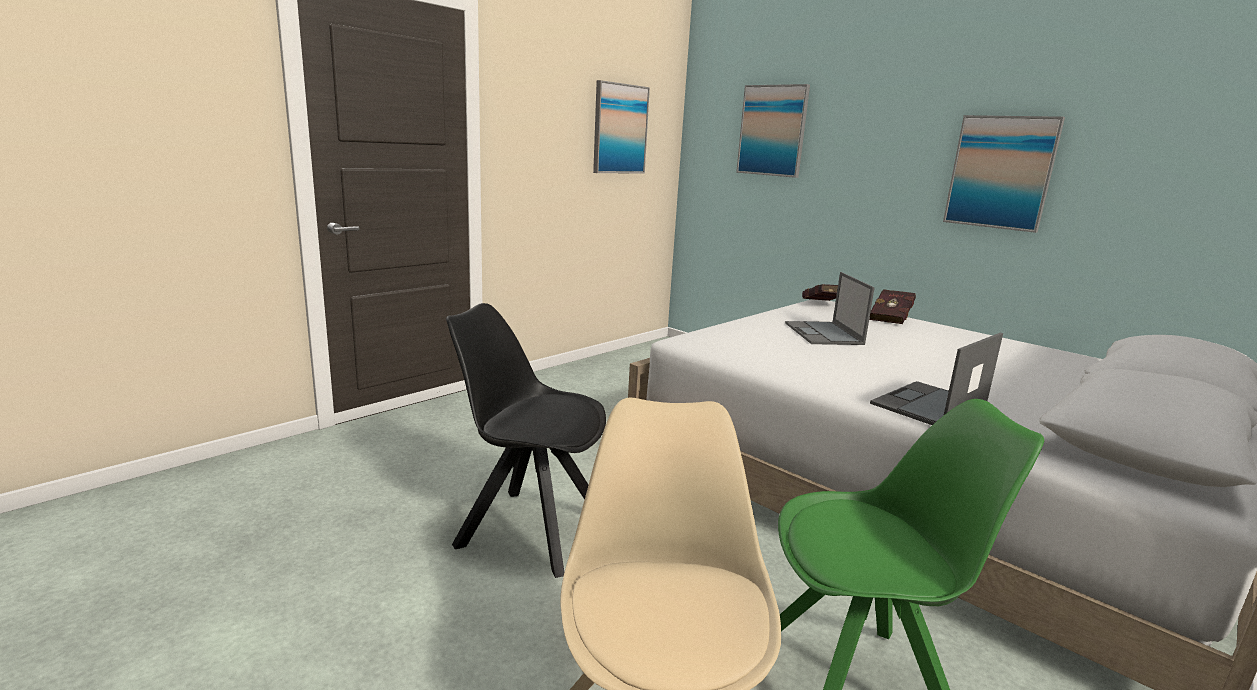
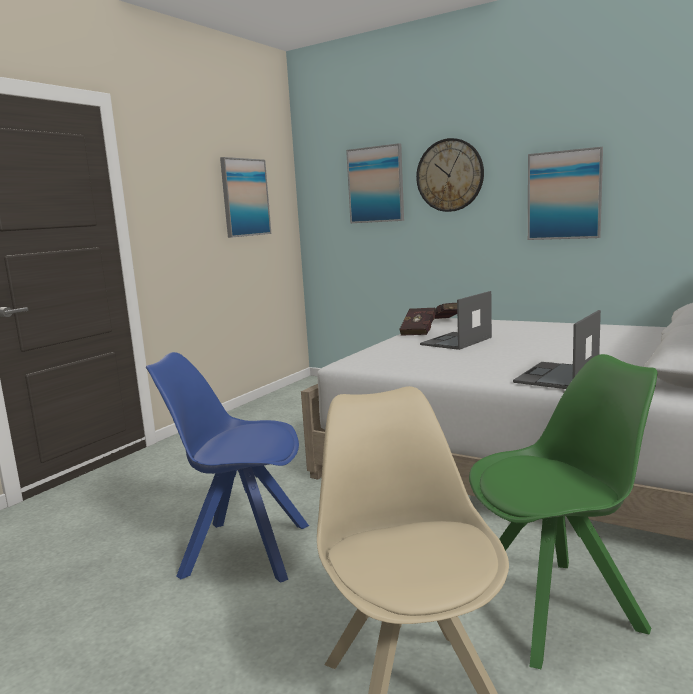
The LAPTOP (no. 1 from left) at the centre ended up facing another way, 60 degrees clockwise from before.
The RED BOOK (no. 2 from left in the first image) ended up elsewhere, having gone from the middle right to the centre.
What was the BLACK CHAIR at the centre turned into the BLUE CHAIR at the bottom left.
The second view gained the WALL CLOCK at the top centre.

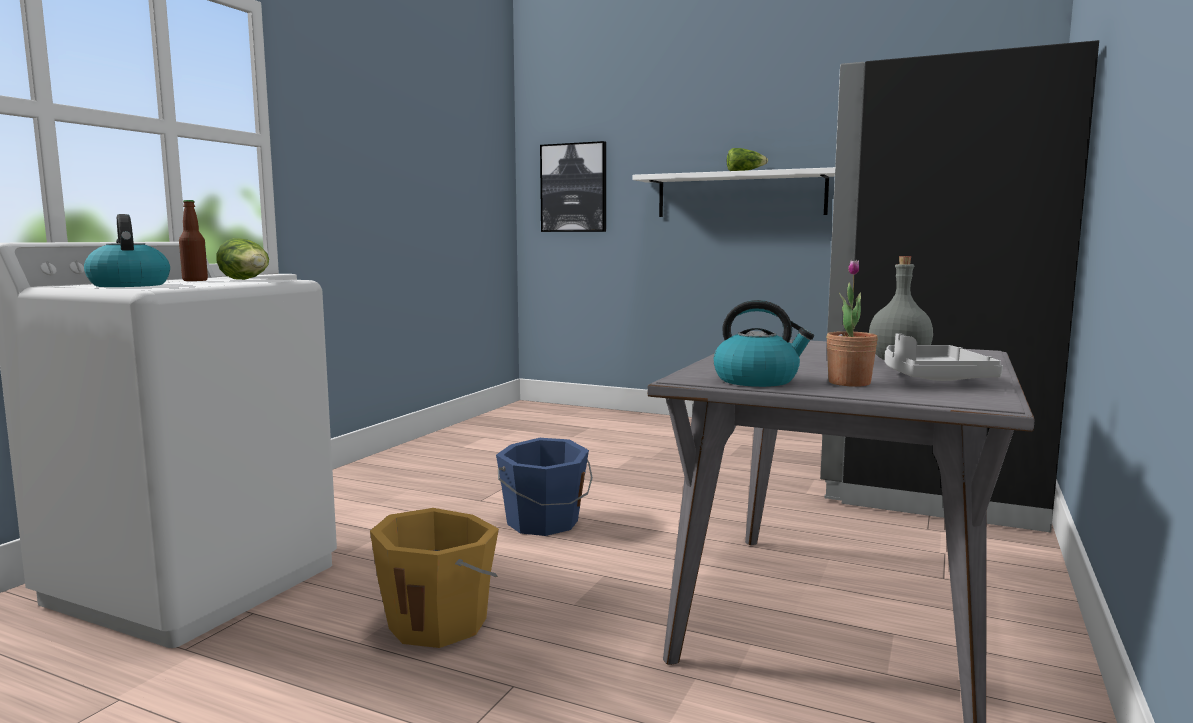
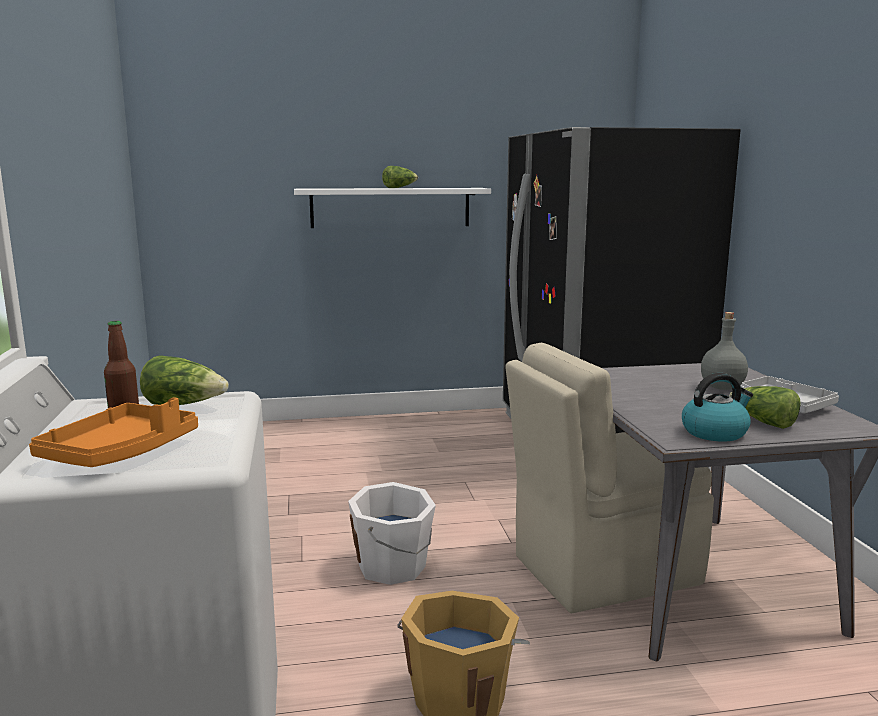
The second view lost the PICTURE at the top centre.
Where the KETTLE (no. 1 from left) stood at the middle left, the ORANGE TRAY came to stand at the middle left.
Where the POTTED PLANT stood at the middle right, the LETTUCE (no. 3 from left) came to stand at the middle right.
What was the BLUE BUCKET at the bottom centre turned into the WHITE BUCKET at the bottom centre.
The second view gained the BEIGE CHAIR at the middle right.

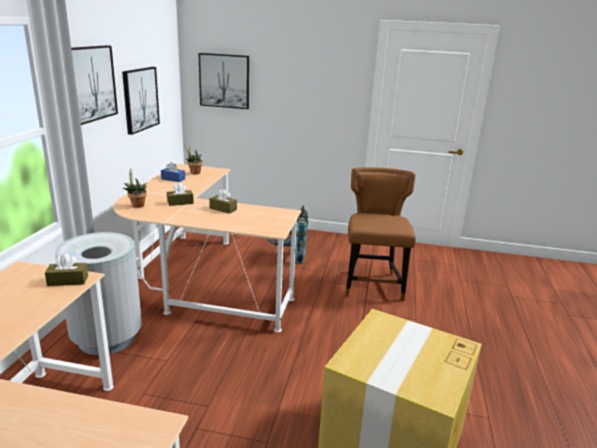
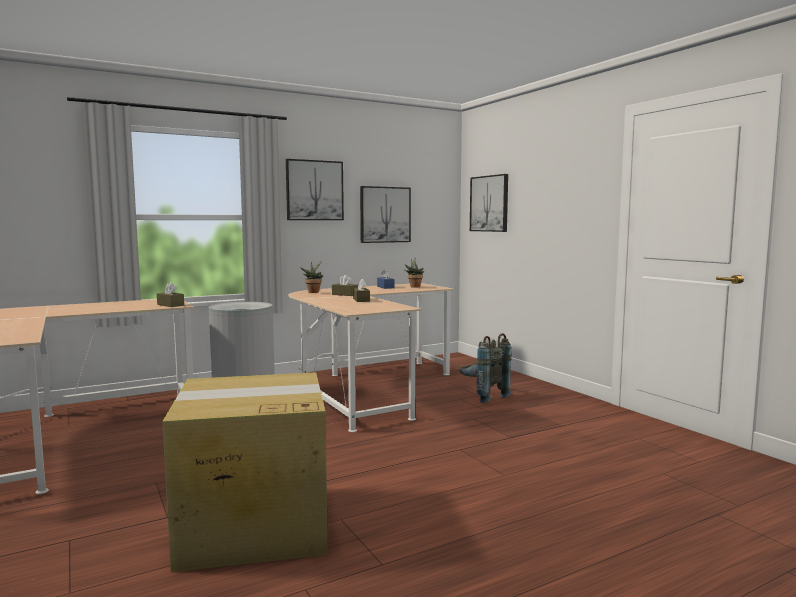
The second view lost the BROWN CHAIR at the centre.

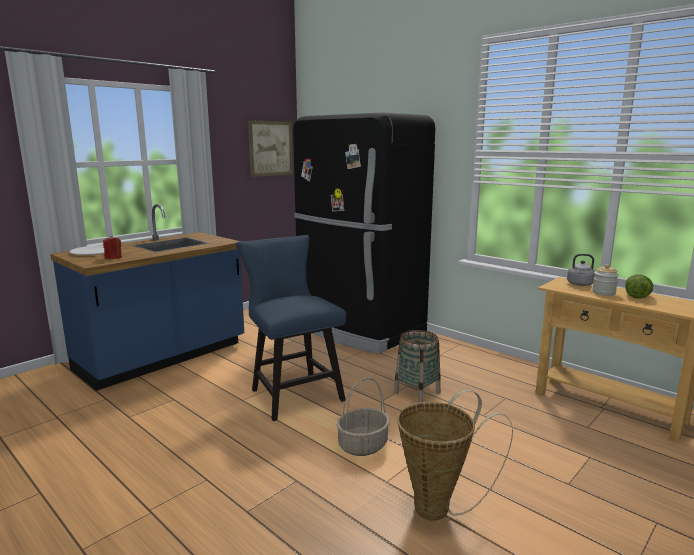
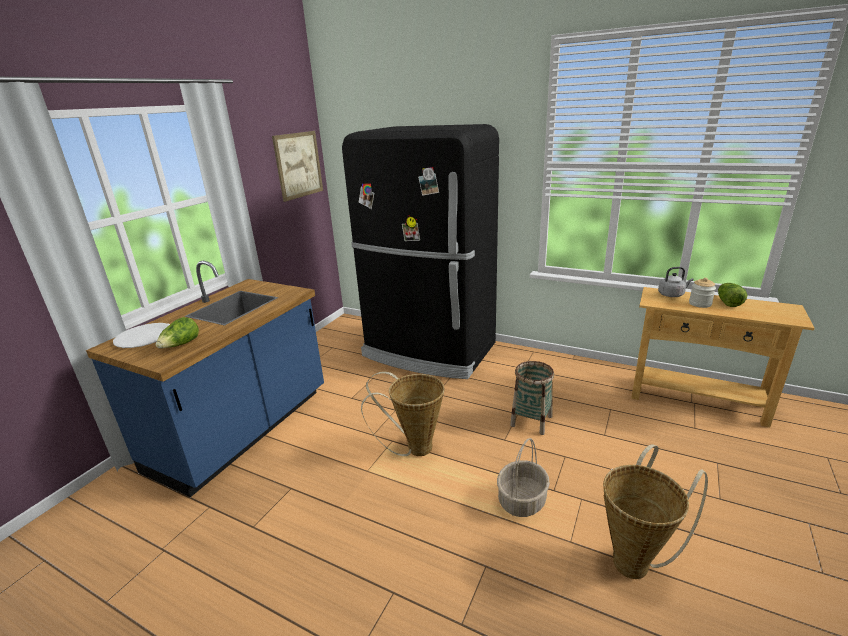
Where the BLUE CHAIR stood at the centre, the BASKET (no. 1 from left) came to stand at the centre.
Where the RED CANDLE stood at the middle left, the LETTUCE (no. 1 from left) came to stand at the middle left.

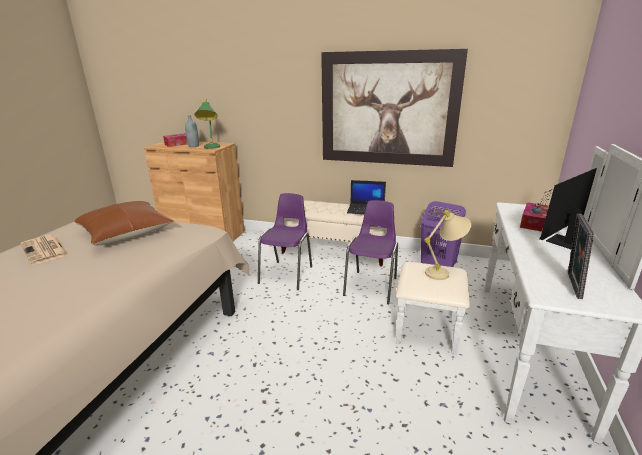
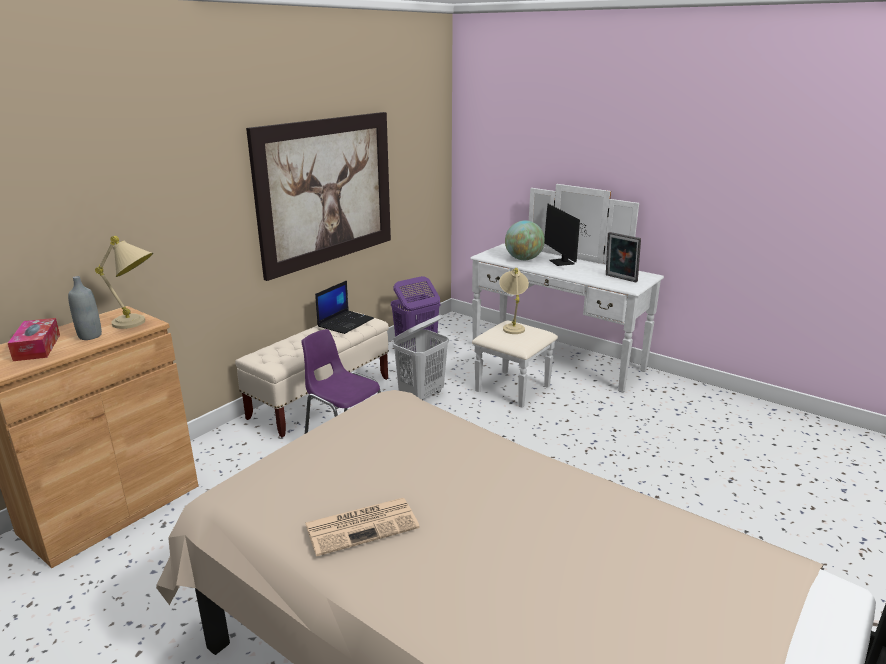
What was the GREEN TABLE LAMP at the top left turned into the BEIGE TABLE LAMP (no. 1 from left) at the middle left.
Where the PURPLE CHAIR (no. 2 from left) stood at the centre, the WHITE LAUNDRY BASKET came to stand at the centre.
The second view lost the BROWN PILLOW at the middle left.
Where the TISSUE BOX (no. 2 from left) stood at the middle right, the GLOBE came to stand at the centre.

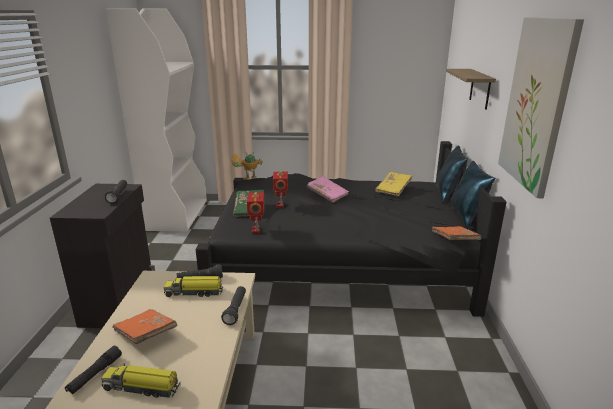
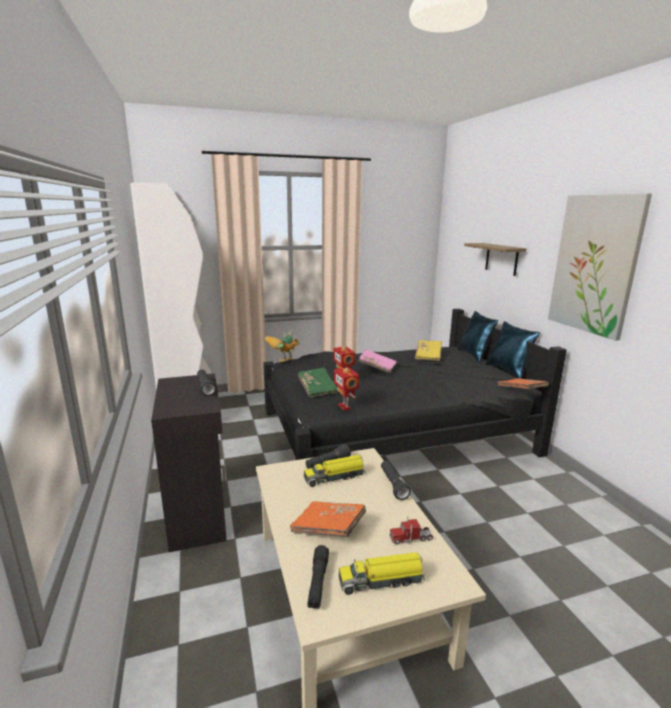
The second view gained the TOY TRUCK (no. 3 from left) at the bottom centre.

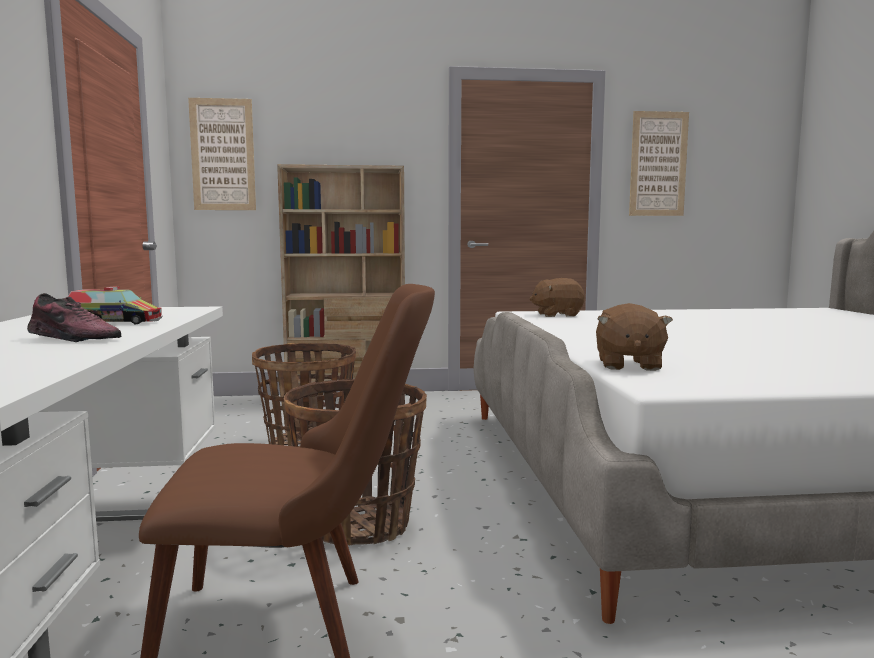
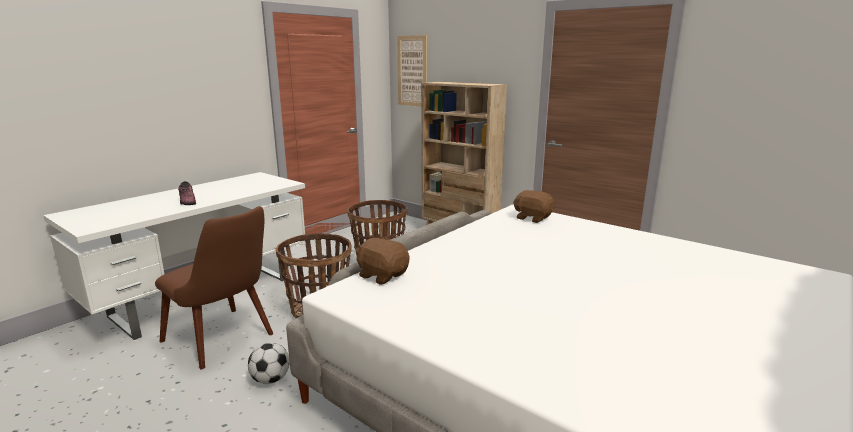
The second view lost the PICTURE (no. 2 from left) at the top right.
The second view lost the TOY TRUCK at the middle left.
The BROWN PLUSH TOY (no. 2 from left in the first image) at the middle right ended up facing another way, 75 degrees clockwise from before.
The second view gained the FOOTBALL at the bottom left.

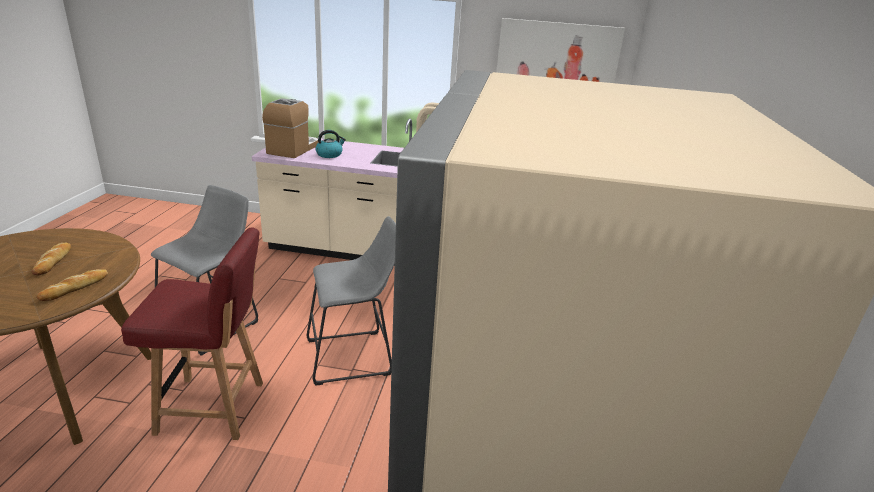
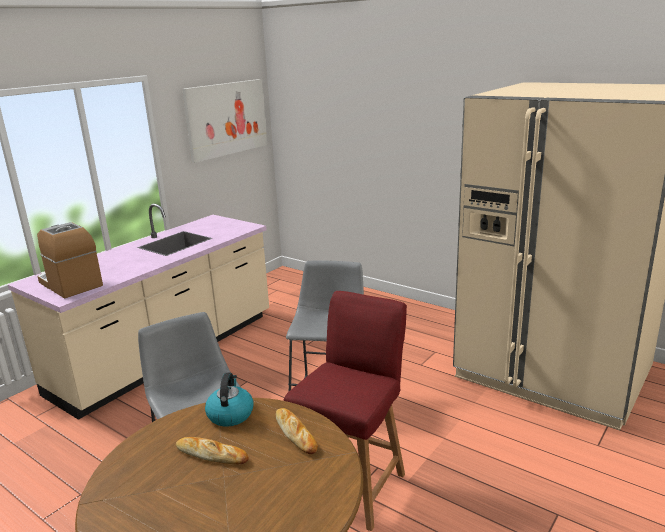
The KETTLE ended up elsewhere, having gone from the top centre to the bottom centre.

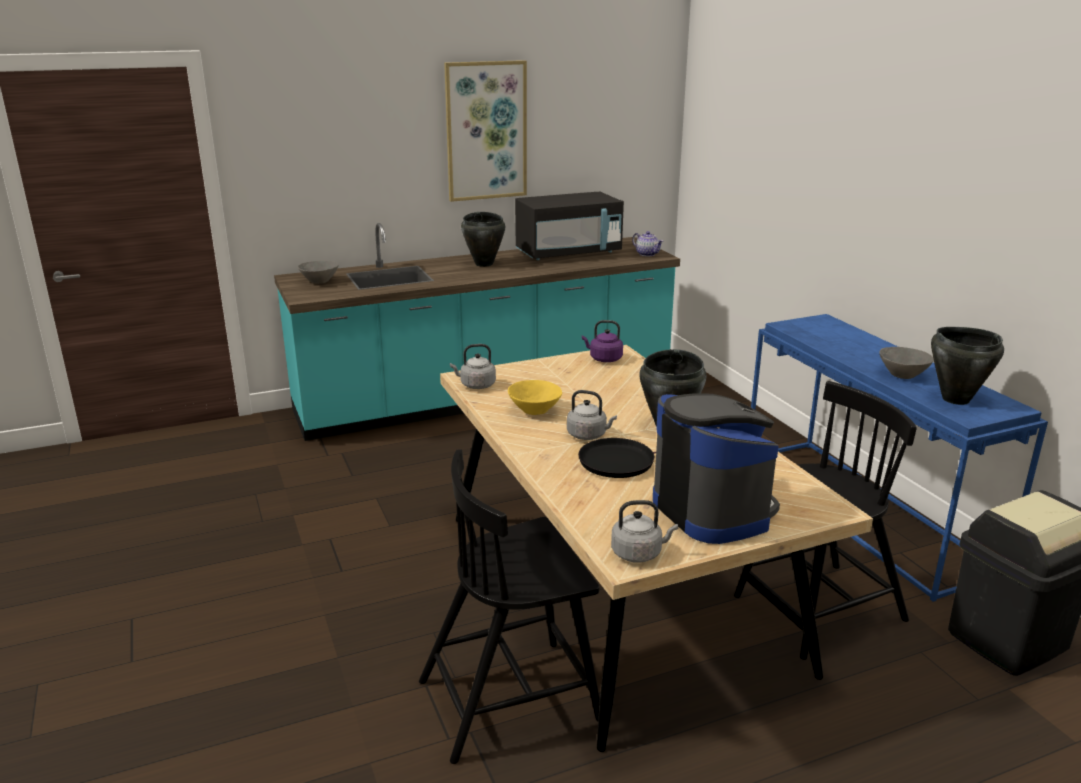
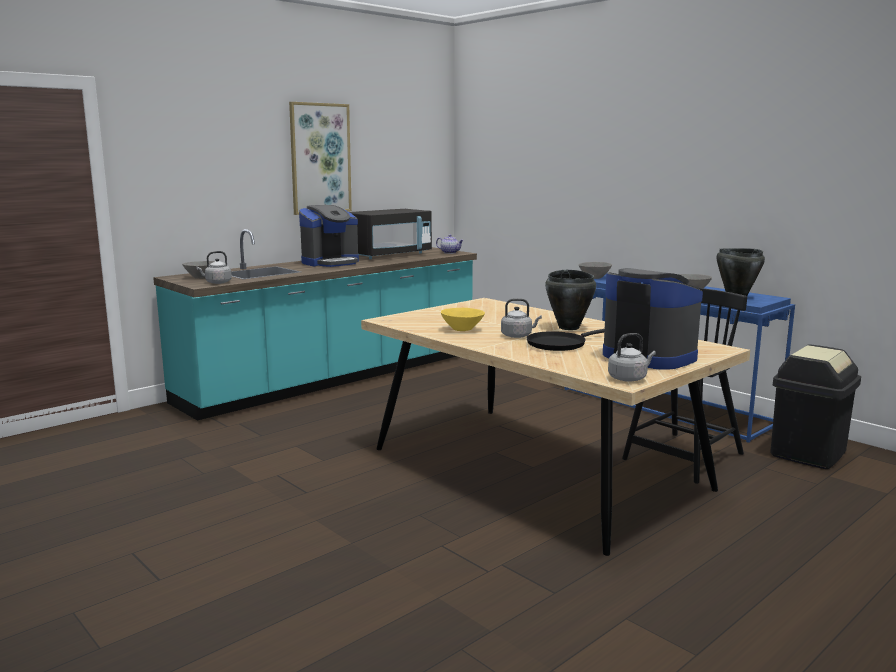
Where the BLACK COOKING POT (no. 1 from left) stood at the top centre, the COFFEE MACHINE (no. 1 from left) came to stand at the centre.
The second view lost the PURPLE KETTLE at the centre.
The GREY KETTLE (no. 1 from left) ended up elsewhere, having gone from the centre to the middle left.
The second view lost the BLACK CHAIR (no. 1 from left) at the bottom centre.
The second view gained the GREY BOWL (no. 2 from left) at the centre.

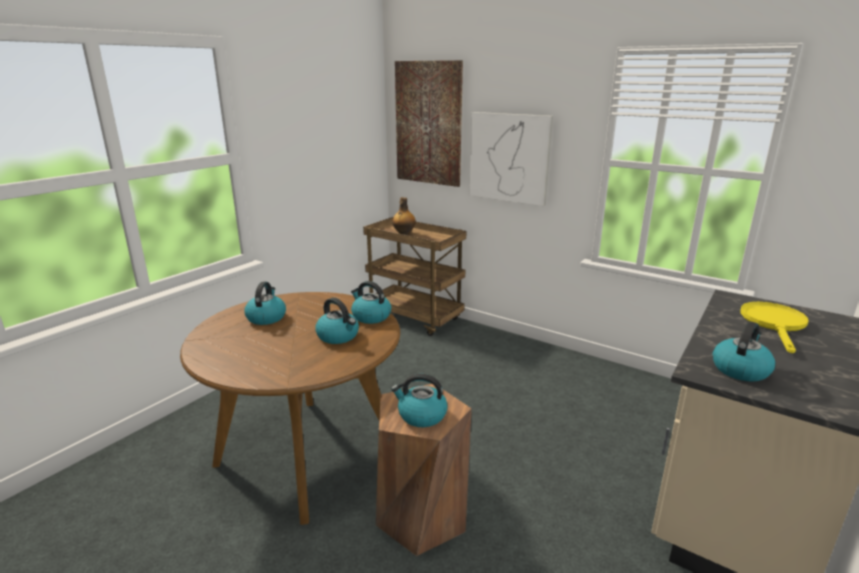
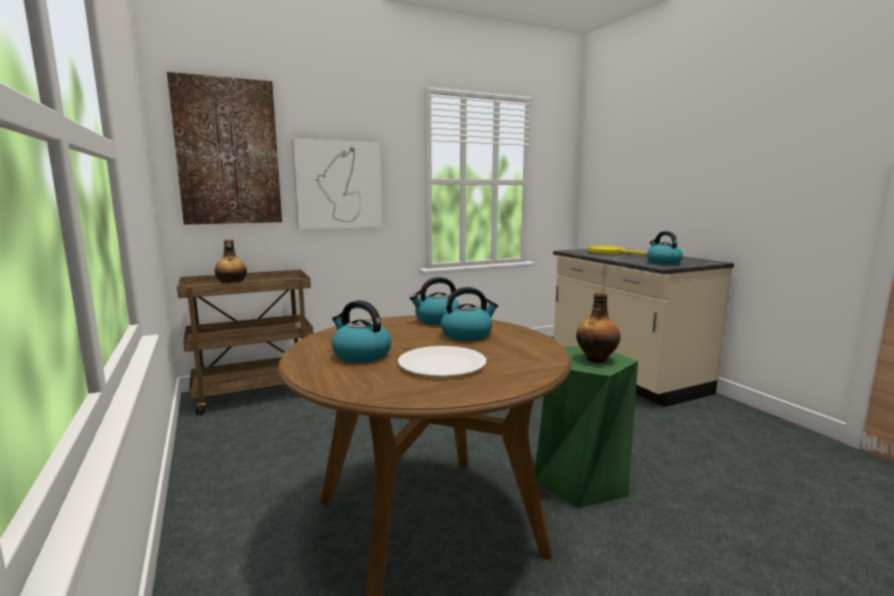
Where the KETTLE (no. 4 from left) stood at the bottom centre, the BOTTLE (no. 2 from left) came to stand at the middle right.
What was the BROWN STOOL at the bottom centre turned into the GREEN STOOL at the bottom centre.
The second view gained the WHITE PLATE at the centre.

